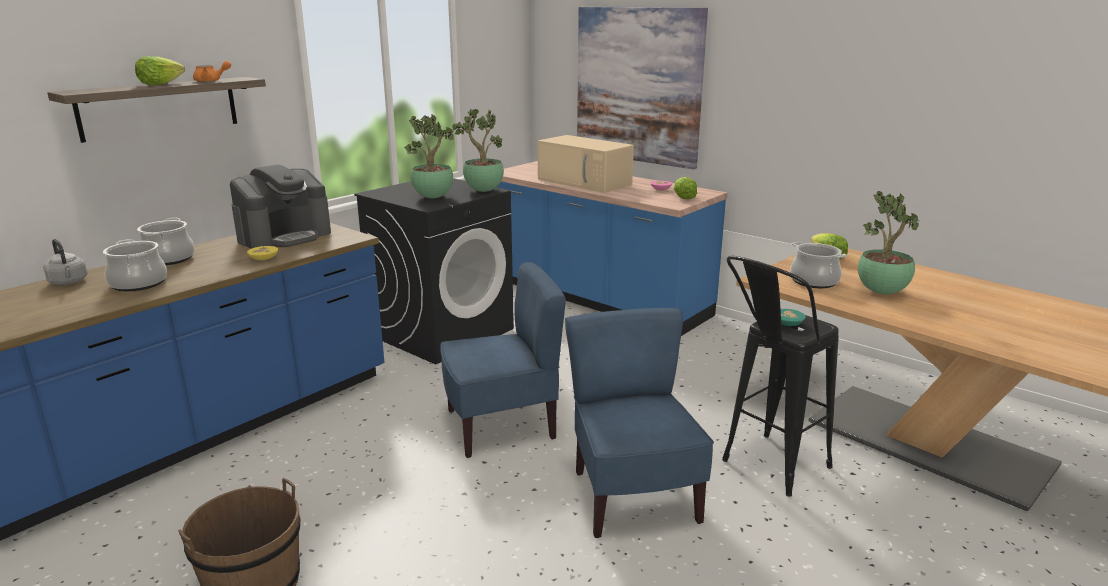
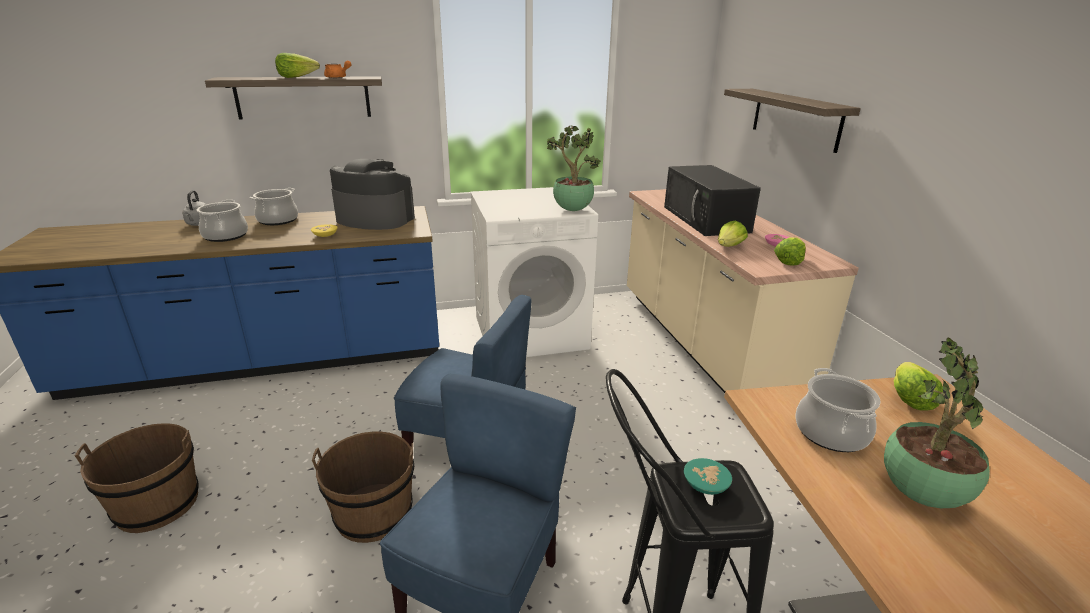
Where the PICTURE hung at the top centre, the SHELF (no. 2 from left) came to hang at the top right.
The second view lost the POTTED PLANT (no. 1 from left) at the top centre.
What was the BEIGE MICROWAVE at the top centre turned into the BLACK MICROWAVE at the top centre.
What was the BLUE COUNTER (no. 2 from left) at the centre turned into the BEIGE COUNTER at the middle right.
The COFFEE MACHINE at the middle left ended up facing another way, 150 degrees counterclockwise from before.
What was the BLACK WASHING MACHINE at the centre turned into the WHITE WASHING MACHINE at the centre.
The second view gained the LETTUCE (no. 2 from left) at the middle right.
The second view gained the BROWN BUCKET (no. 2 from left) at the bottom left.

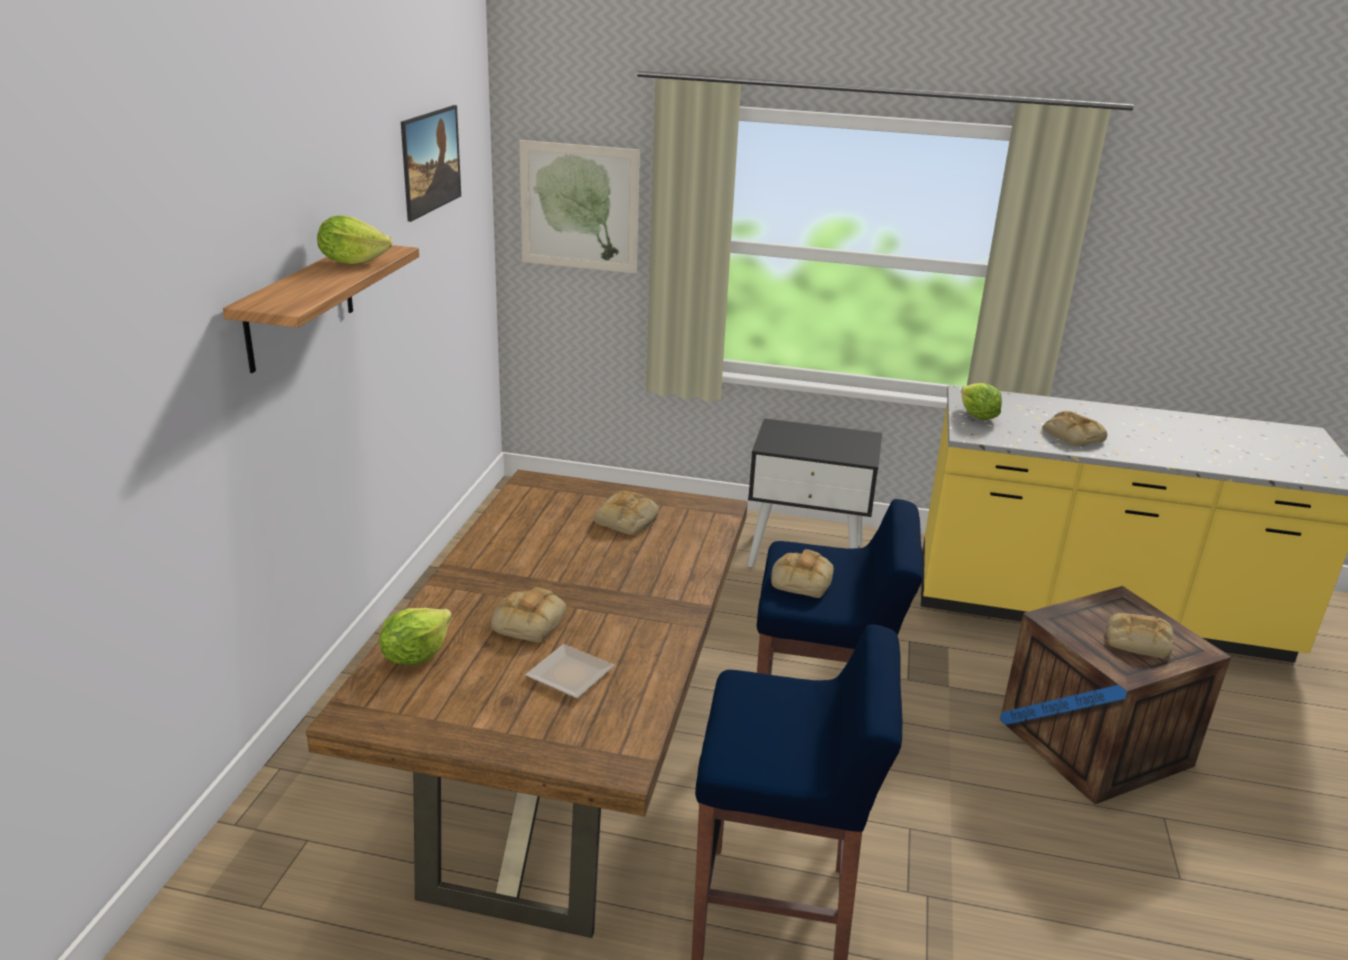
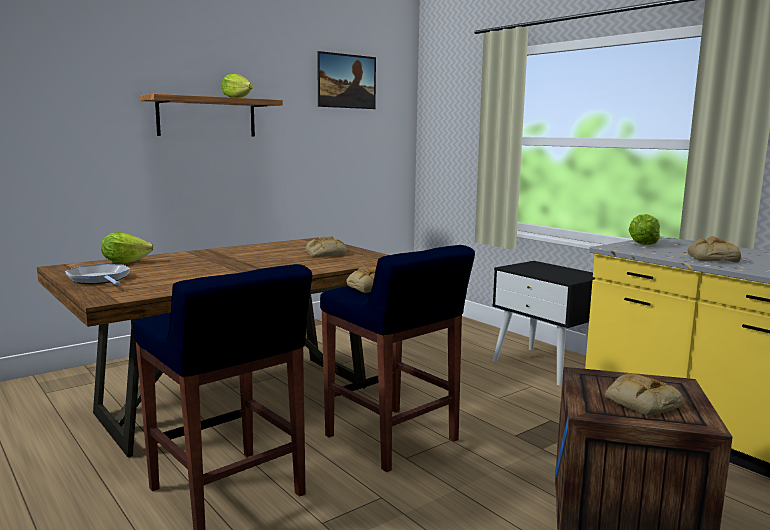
The second view lost the PICTURE (no. 2 from left) at the top centre.
The second view lost the BREAD (no. 1 from left) at the centre.
The second view lost the PLATE at the bottom centre.
The second view gained the FRYING PAN at the middle left.

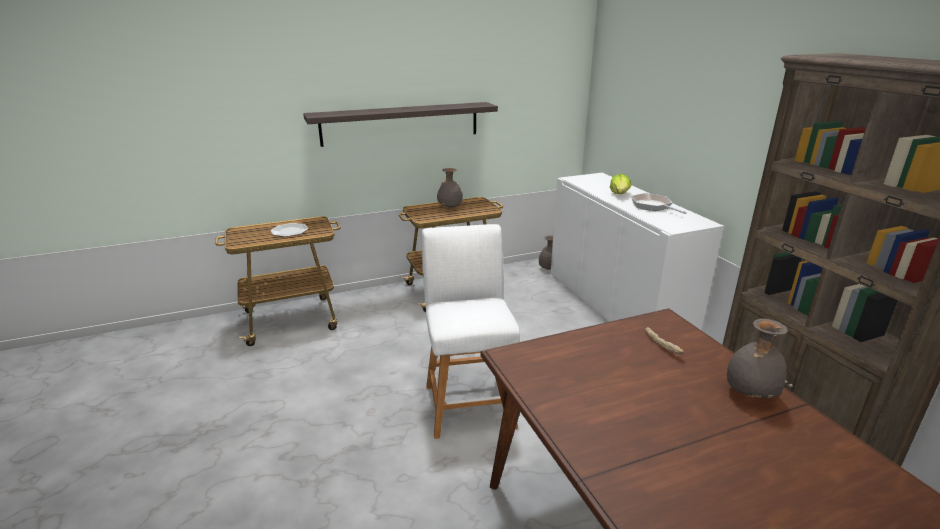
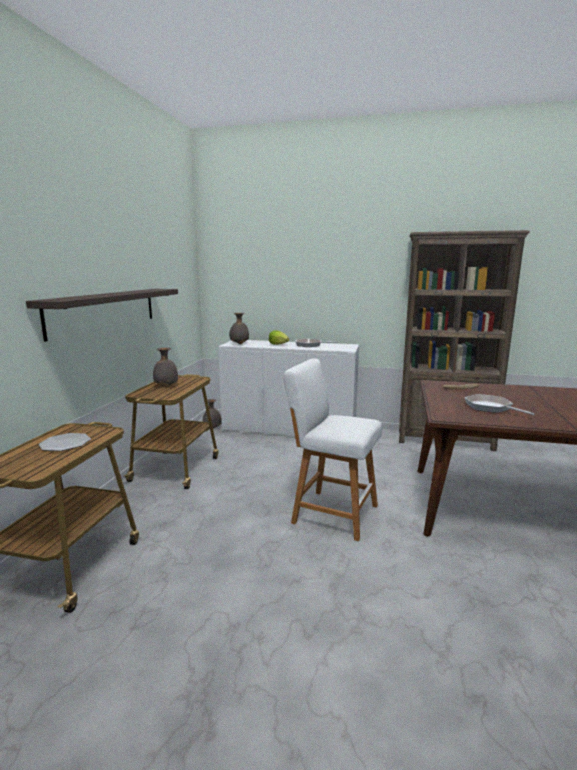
The GREY VASE (no. 3 from left) ended up elsewhere, having gone from the bottom right to the centre.
The second view gained the FRYING PAN (no. 2 from left) at the middle right.

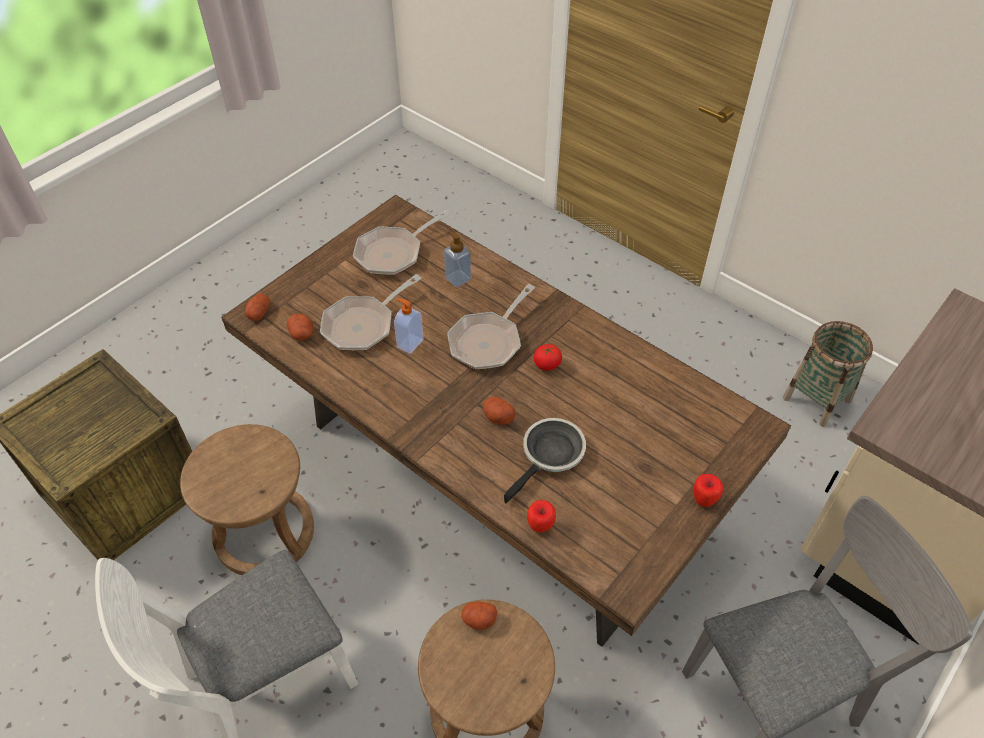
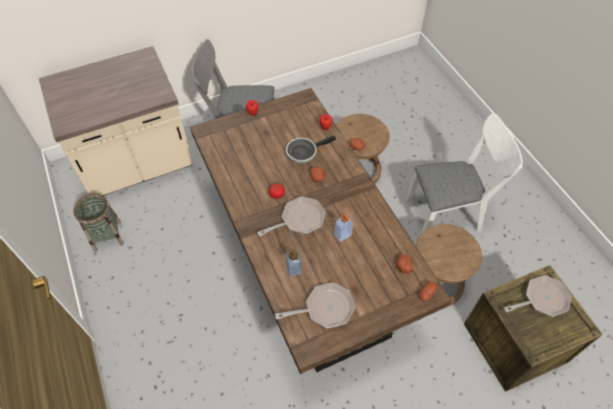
The FRYING PAN (no. 1 from left in the first image) ended up elsewhere, having gone from the centre to the bottom right.

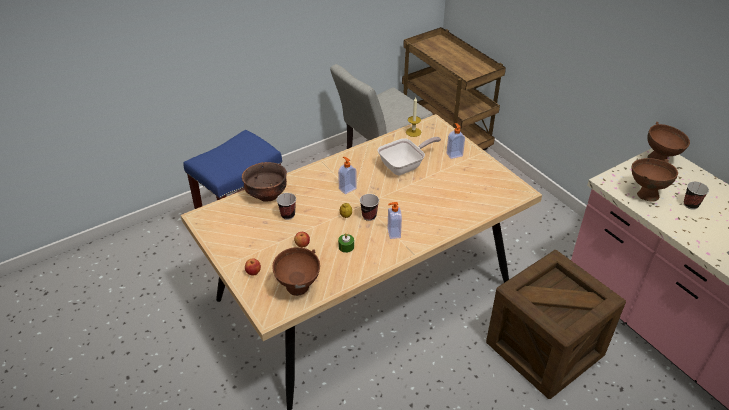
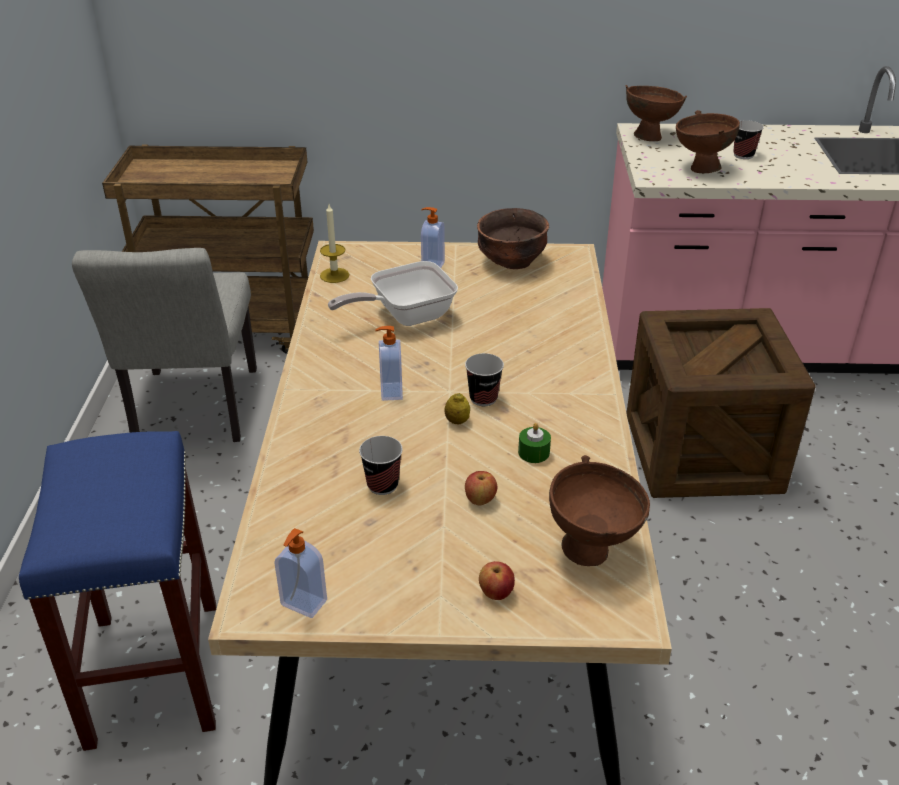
The FRYING PAN at the centre ended up facing another way, 120 degrees counterclockwise from before.
The BROWN BOWL (no. 1 from left) ended up elsewhere, having gone from the centre to the top centre.
The SOAP DISPENSER (no. 2 from left in the first image) ended up elsewhere, having gone from the centre to the bottom centre.

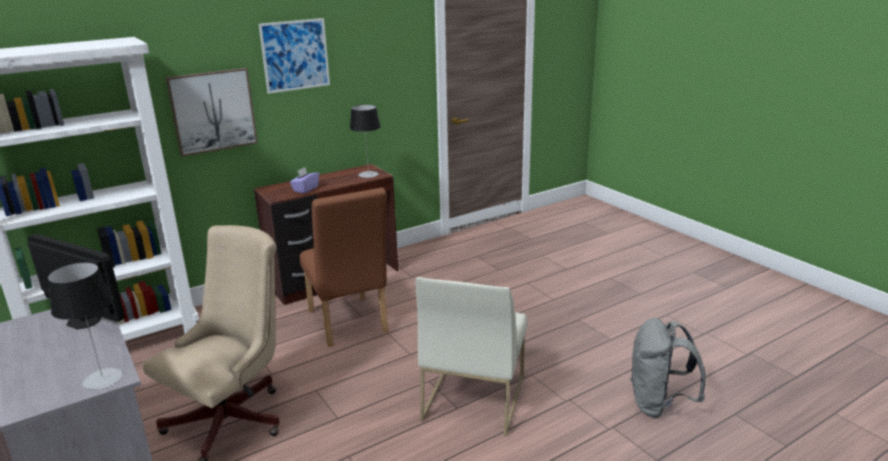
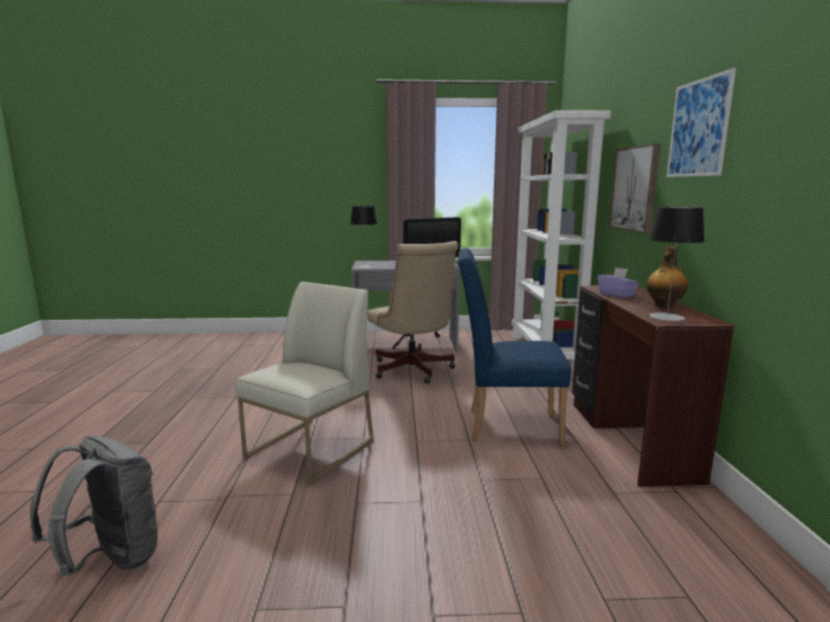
What was the BROWN CHAIR at the centre turned into the BLUE CHAIR at the centre.
The WHITE CHAIR at the bottom centre ended up facing another way, 75 degrees clockwise from before.
The second view gained the BOTTLE at the middle right.

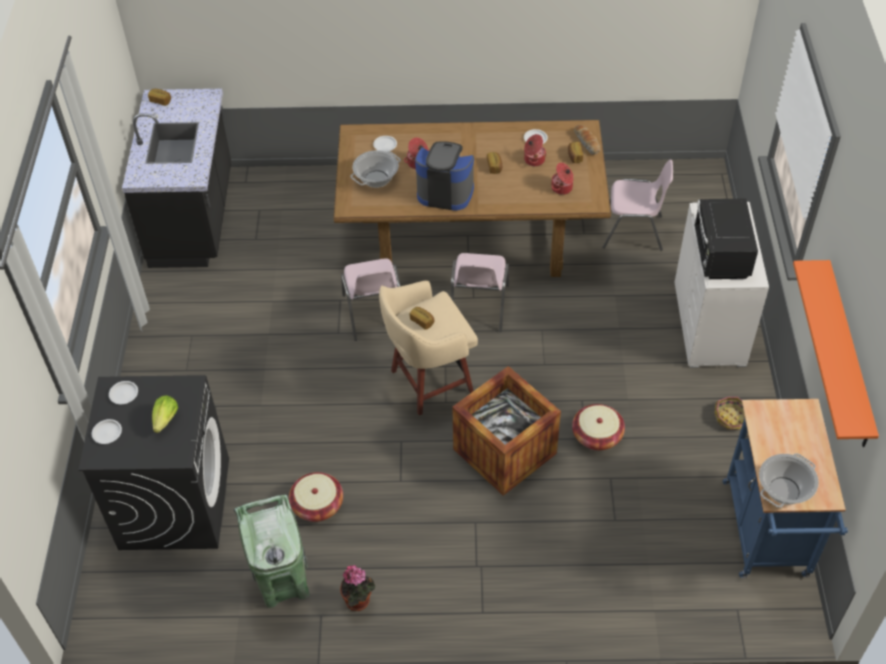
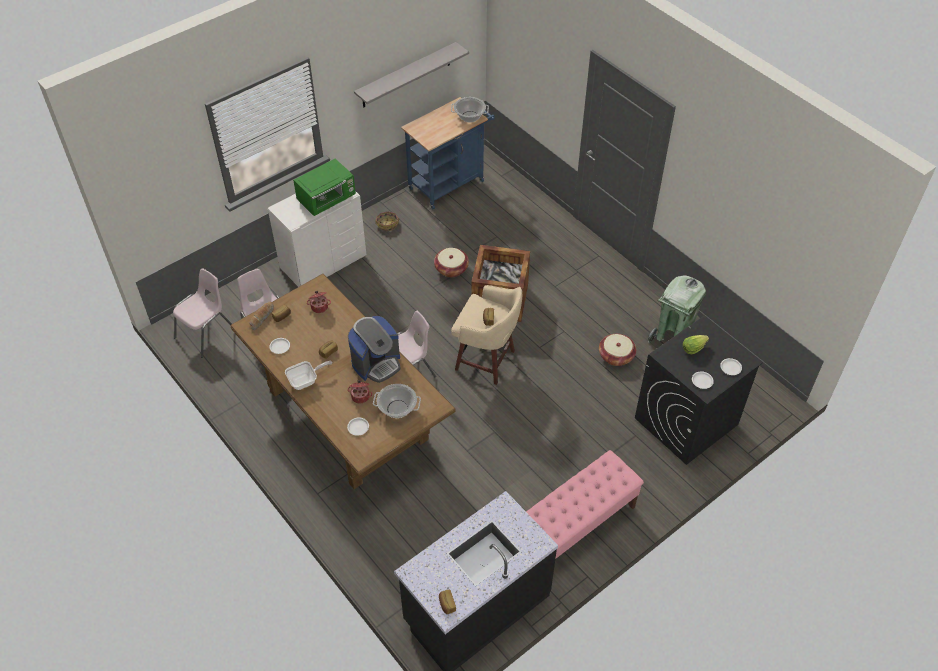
The second view lost the COOKING POT (no. 3 from left) at the top centre.
The COFFEE MACHINE at the top centre ended up facing another way, 105 degrees counterclockwise from before.
What was the BLACK MICROWAVE at the middle right turned into the GREEN MICROWAVE at the top centre.
The PINK CHAIR (no. 1 from left) ended up elsewhere, having gone from the centre to the middle left.
What was the ORANGE SHELF at the middle right turned into the GREY SHELF at the top centre.
The second view lost the POTTED PLANT at the bottom centre.
The second view gained the FRYING PAN at the middle left.
The second view gained the PINK BENCH at the bottom centre.

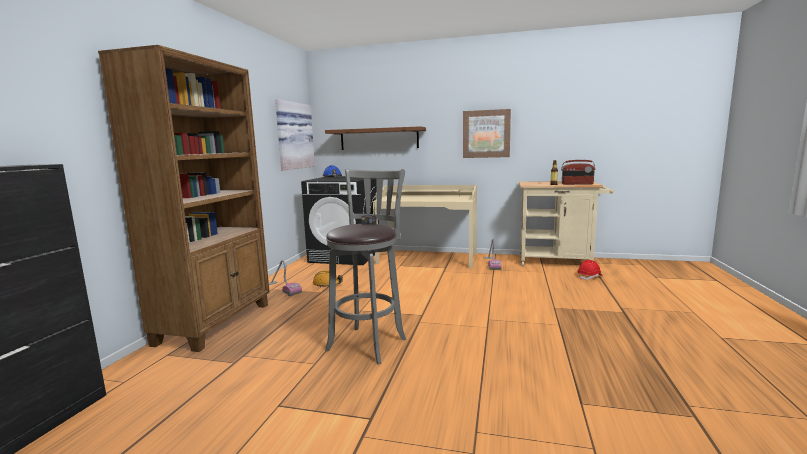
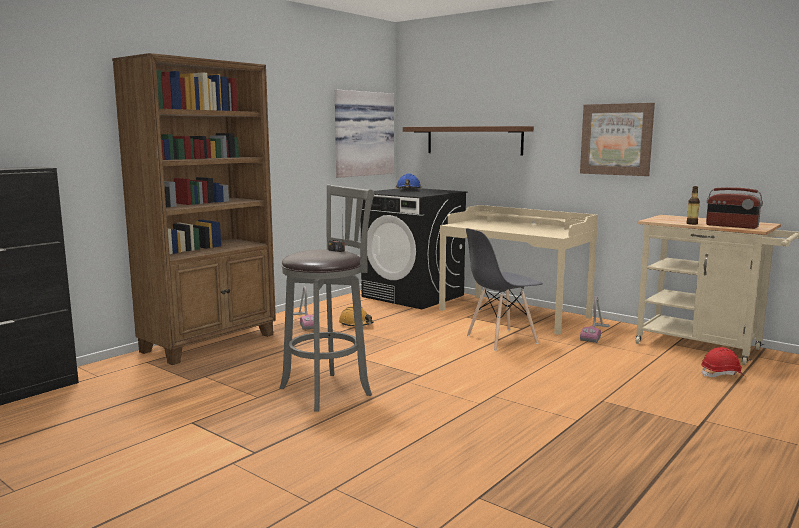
The second view gained the GREY CHAIR at the centre.

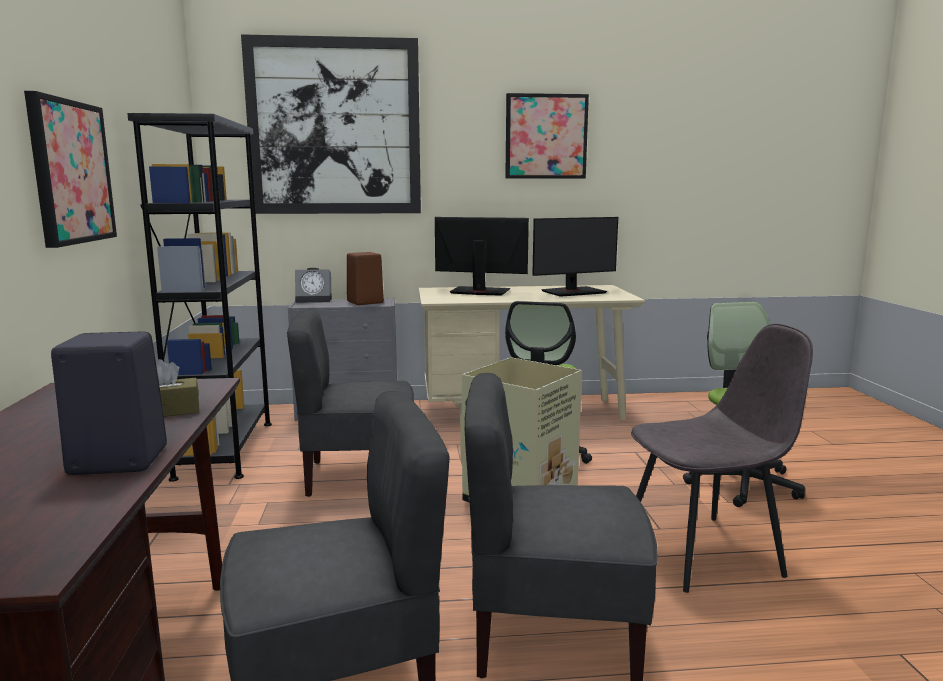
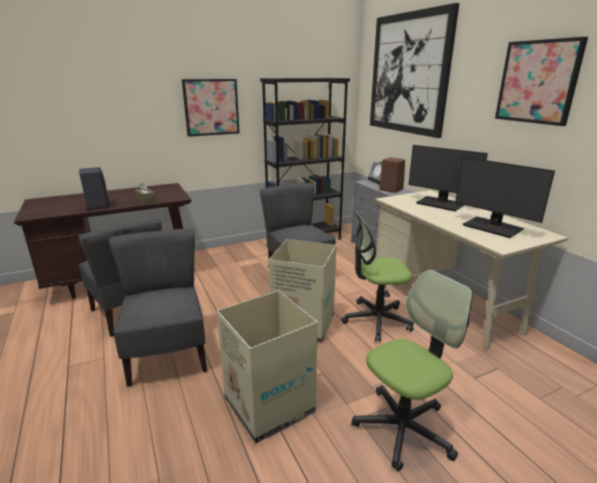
The MONITOR (no. 1 from left) at the centre ended up facing another way, 135 degrees clockwise from before.
Where the GREY CHAIR (no. 4 from left) stood at the bottom right, the CARDBOARD BOX (no. 1 from left) came to stand at the bottom centre.

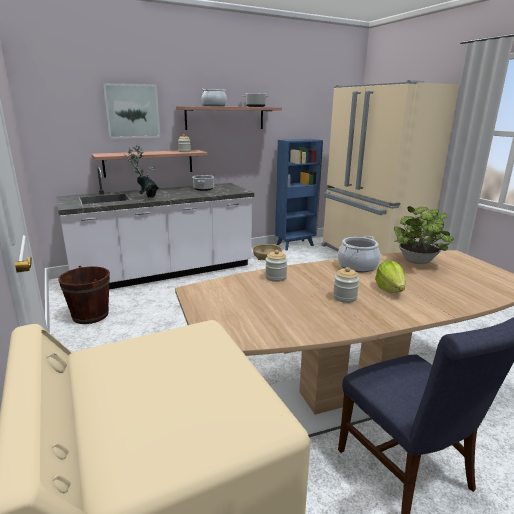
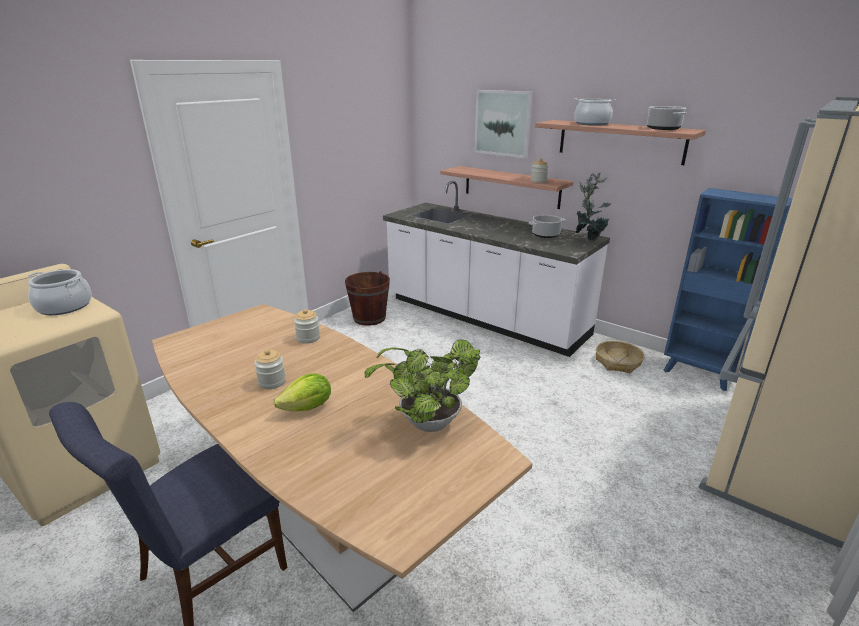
The POTTED PLANT (no. 1 from left in the first image) ended up elsewhere, having gone from the top left to the top right.
The COOKING POT (no. 4 from left in the first image) ended up elsewhere, having gone from the middle right to the middle left.

